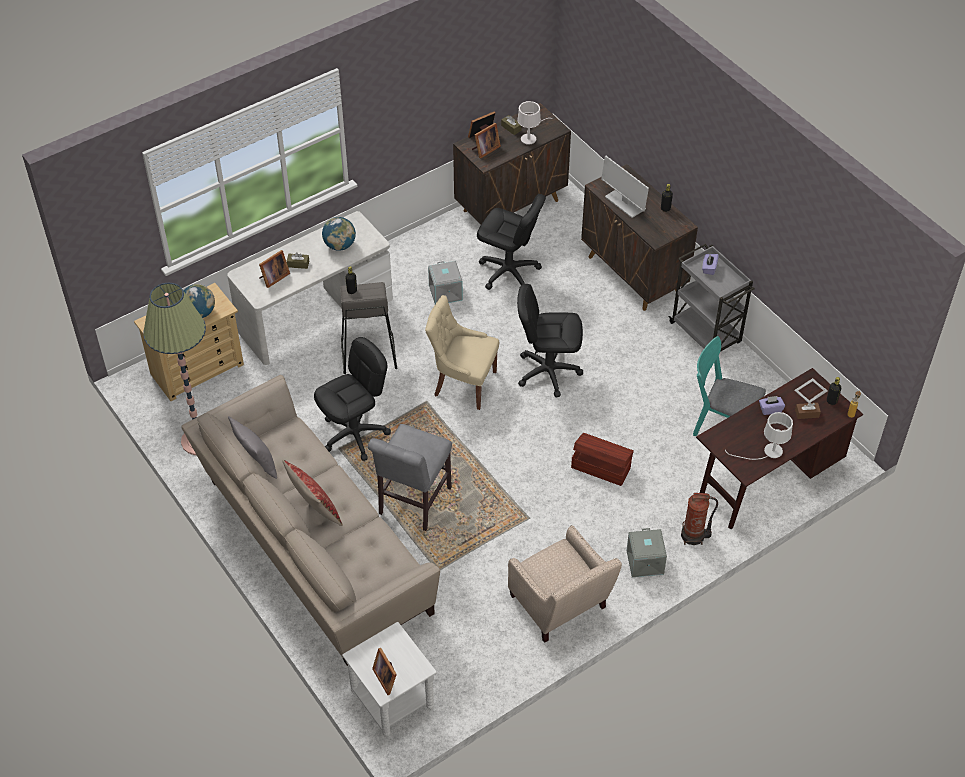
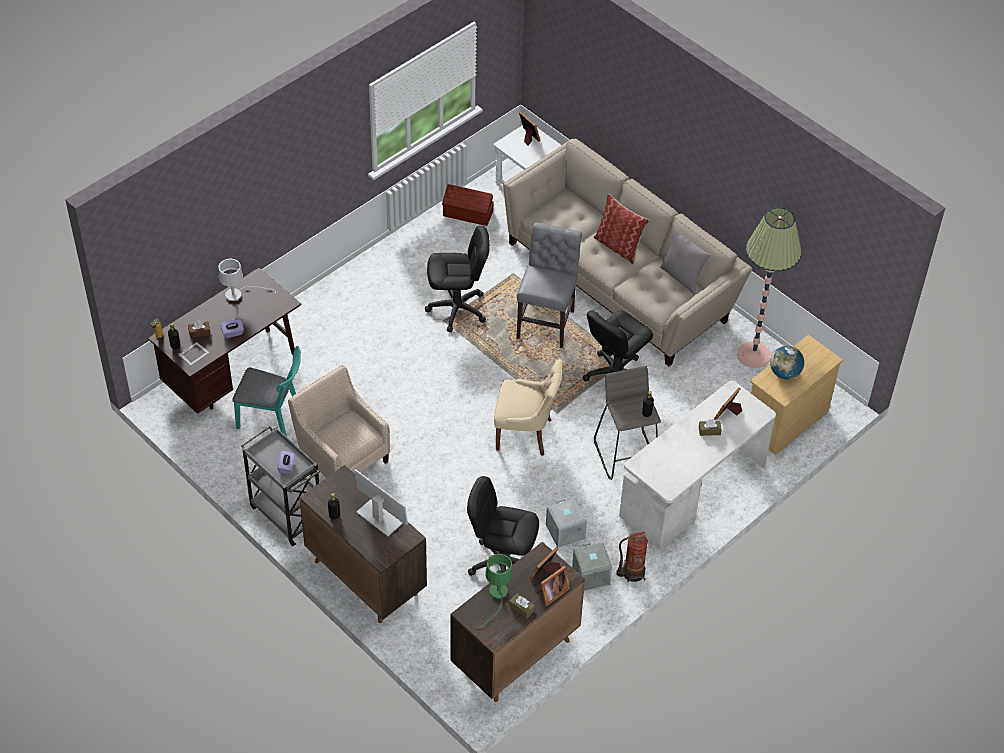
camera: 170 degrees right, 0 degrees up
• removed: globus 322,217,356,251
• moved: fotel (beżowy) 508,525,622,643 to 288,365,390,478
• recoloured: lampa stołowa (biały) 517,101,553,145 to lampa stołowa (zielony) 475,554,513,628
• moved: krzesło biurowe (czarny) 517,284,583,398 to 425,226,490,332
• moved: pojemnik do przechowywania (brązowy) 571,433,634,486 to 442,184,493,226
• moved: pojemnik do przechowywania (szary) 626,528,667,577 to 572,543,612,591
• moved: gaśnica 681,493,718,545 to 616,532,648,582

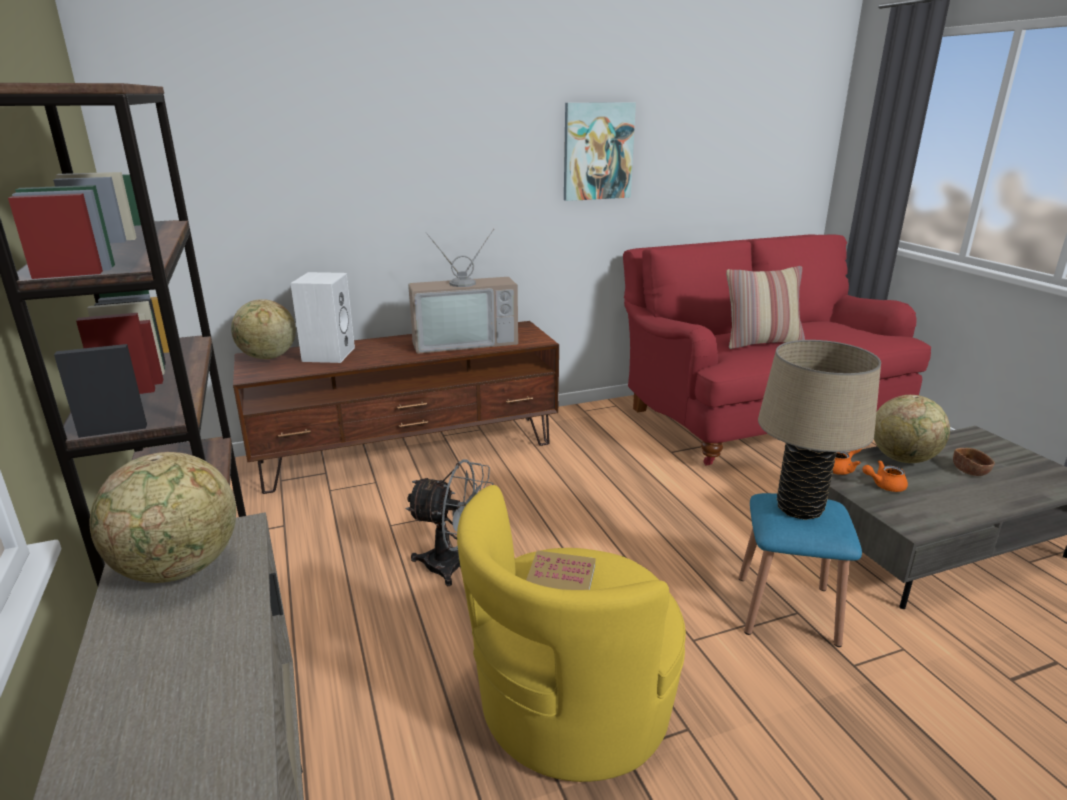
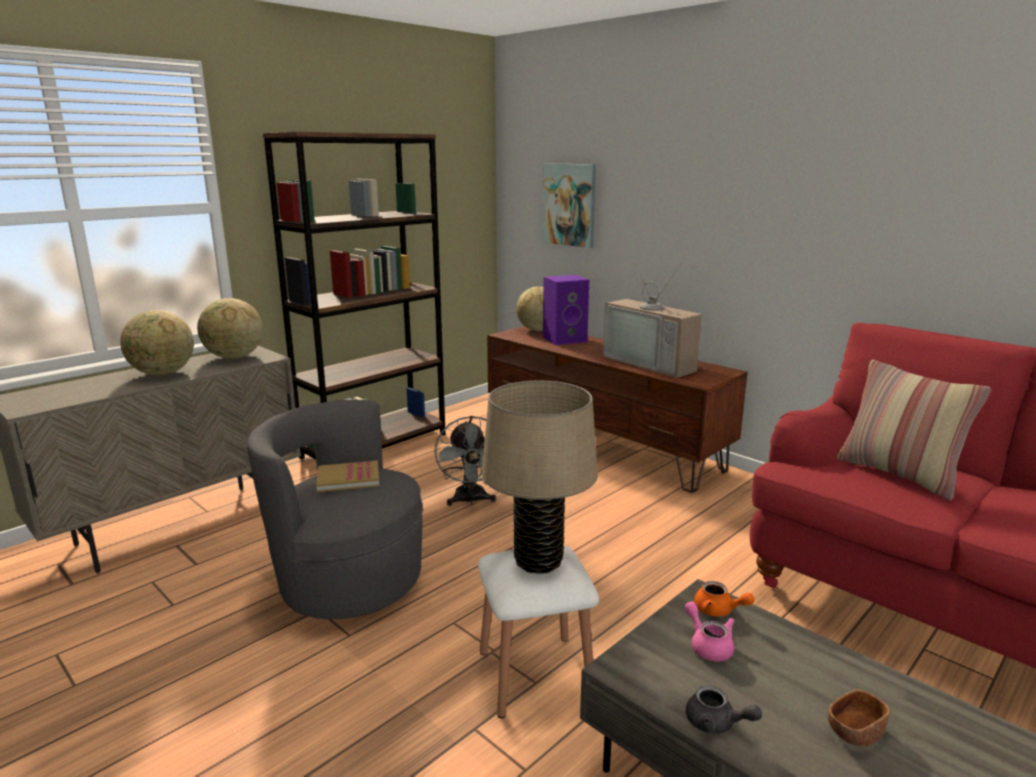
camera: 65 degrees right, 5 degrees down
• recoloured: głośnik (biały) 290,272,355,363 to głośnik (fioletowy) 543,275,589,345
• recoloured: fotel (żółty) 457,485,686,782 to fotel (szary) 247,400,423,619
• moved: obraz 564,102,636,201 to 542,163,596,248
• recoloured: stołek (niebieski) 739,493,862,647 to stołek (biały) 478,546,599,718
• recoloured: imbryk (pomarańczowy) 862,460,908,492 to imbryk (różowy) 685,601,735,661
• moved: globus 874,395,950,463 to 120,310,194,375
• added: imbryk (szary) 686,685,762,734

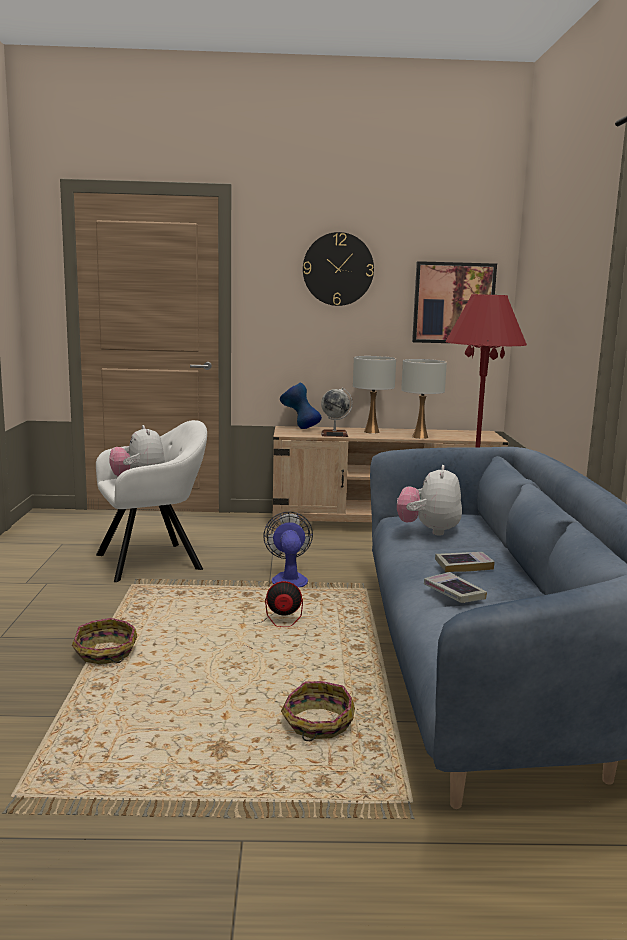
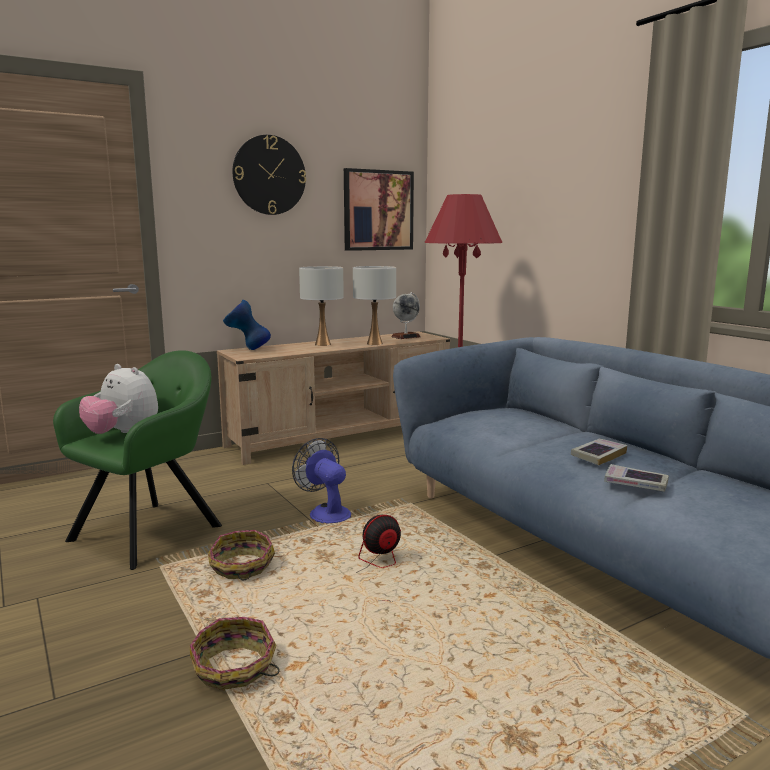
camera: 30 degrees left, 0 degrees up
• recoloured: fotel (biały) 96,420,207,582 to fotel (zielony) 53,350,222,570
• moved: koszyk 281,681,355,741 to 208,530,275,580
• moved: globus 321,388,353,437 to 391,292,421,339
• removed: pluszak 397,465,462,536

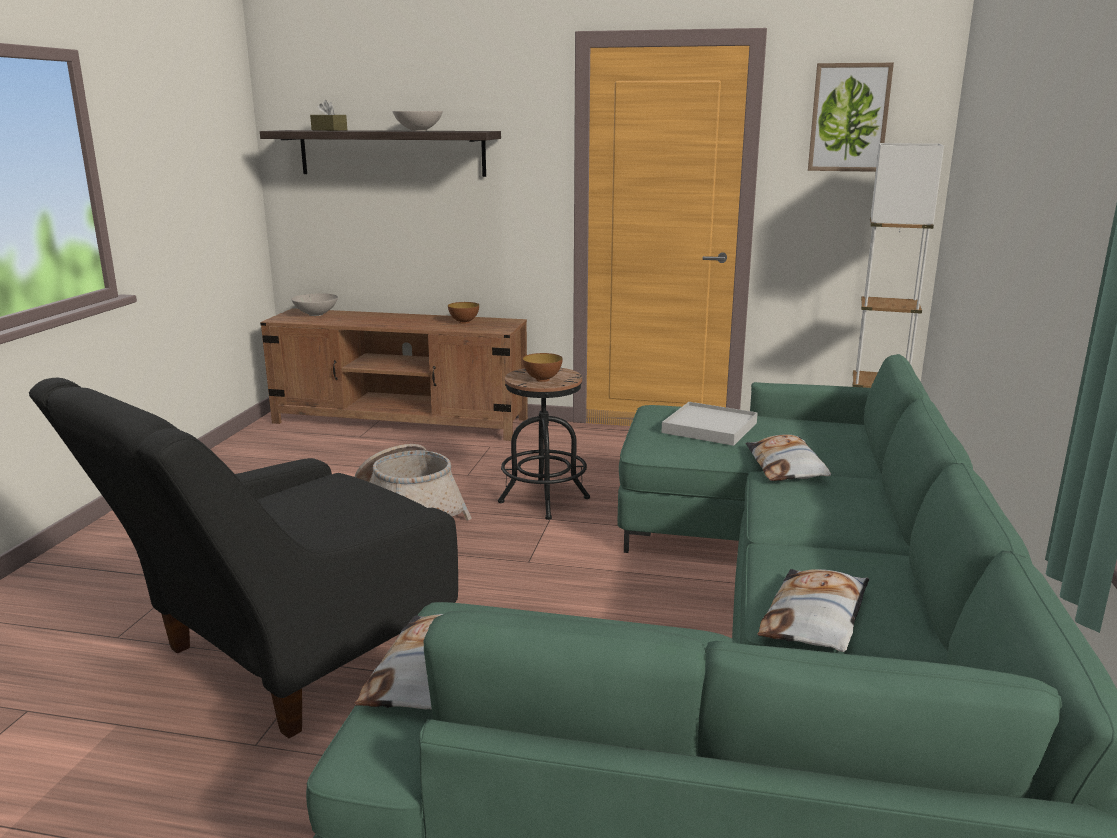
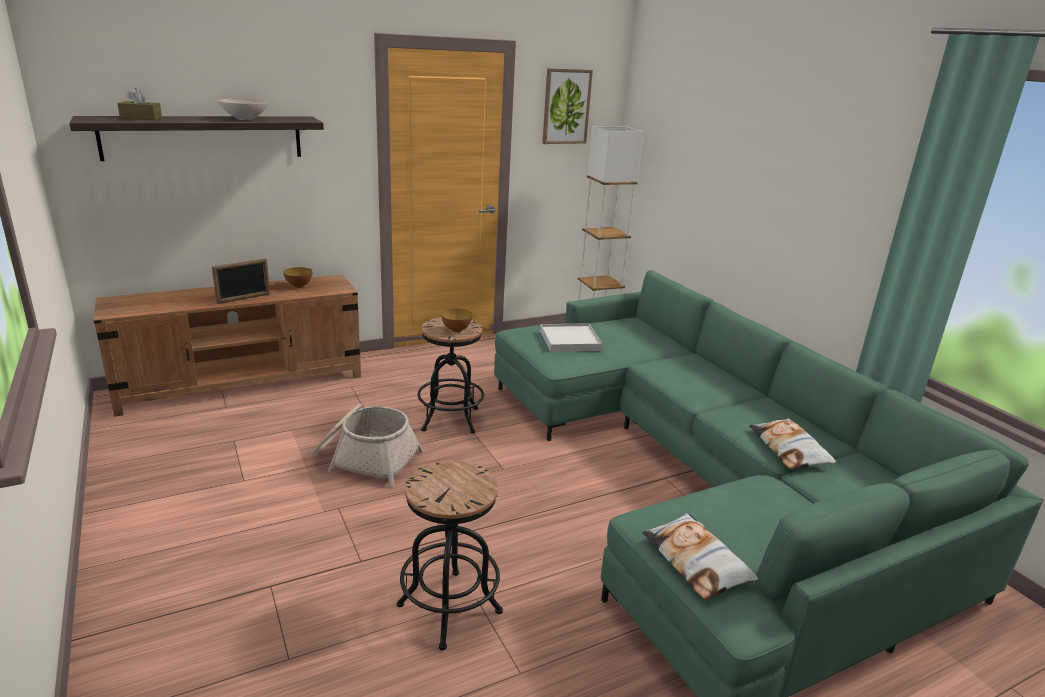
camera: 40 degrees left, 5 degrees up
• replaced: fotel (czarny) 29,378,458,738 to stołek (czarny) 397,460,503,650
• removed: miska (biały) 291,293,338,316
• removed: poduszka 746,434,831,481
• added: ramka na zdjęcie 212,258,270,304

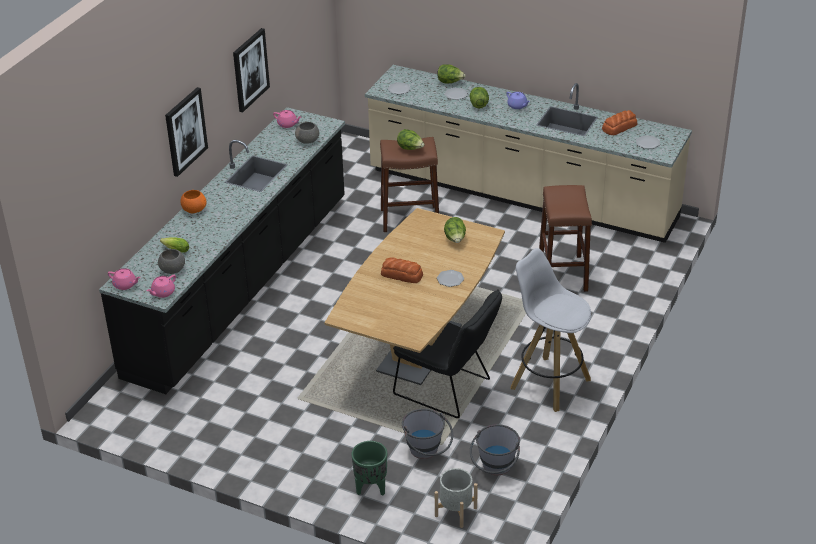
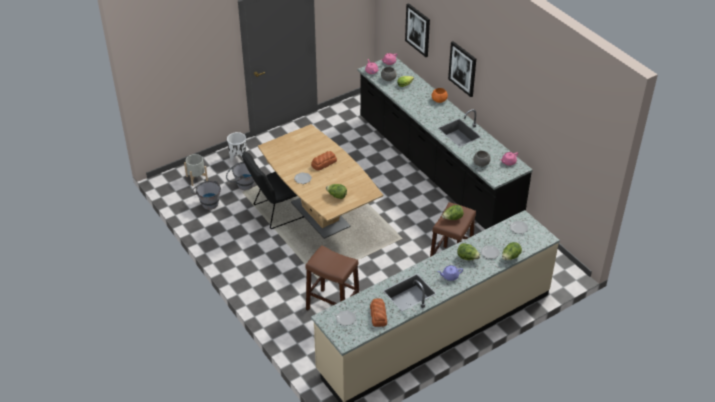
camera: 120 degrees right, 5 degrees up
• moved: obraz 233,28,270,112 to 405,3,430,57
• recoloured: donica (zielony) 351,441,387,495 to donica (biały) 227,132,247,162
• removed: stołek (biały) 511,248,591,412

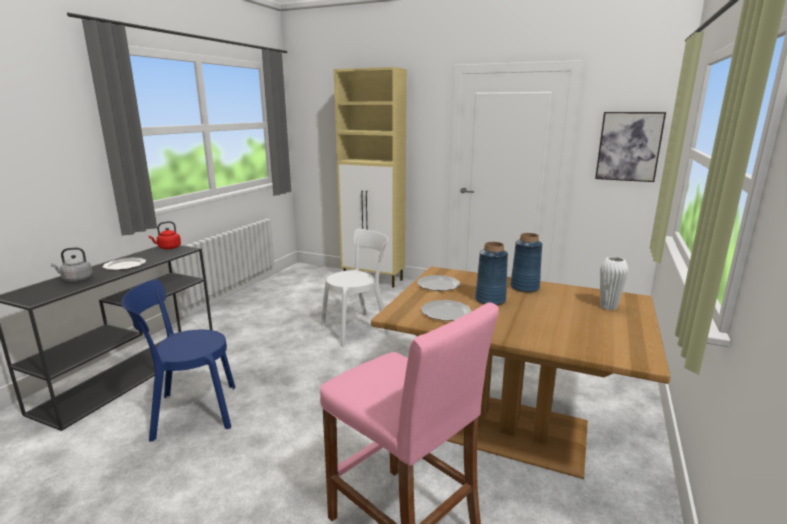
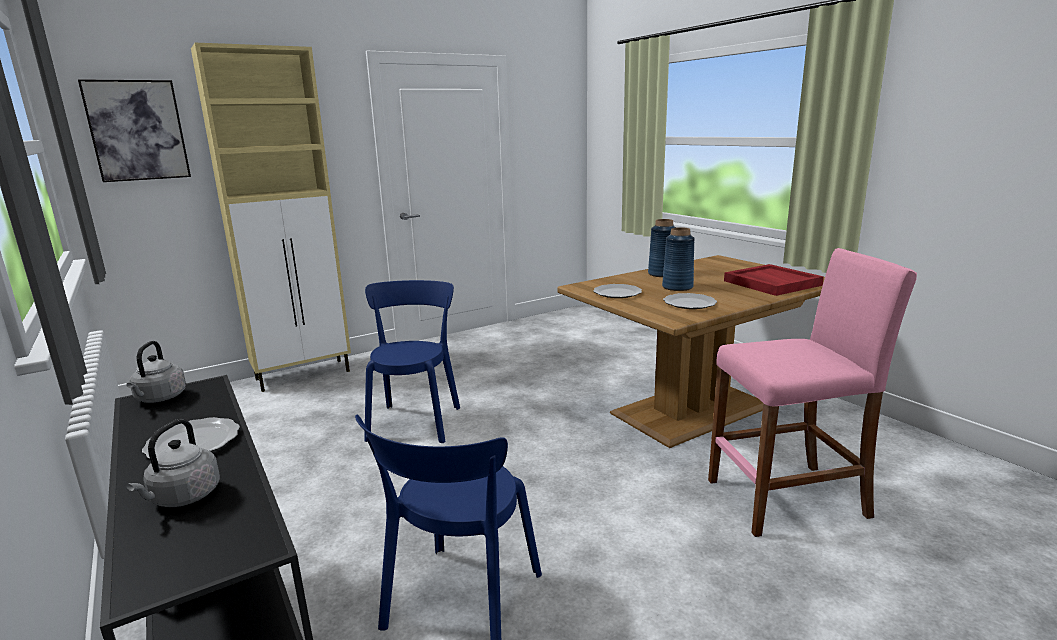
camera: 55 degrees left, 0 degrees up
• recoloured: czajnik (czerwony) 149,221,181,249 to czajnik (szary) 126,341,186,403
• recoloured: krzesło (biały) 321,229,390,346 to krzesło (niebieski) 364,280,460,443
• moved: obraz 595,112,666,182 to 78,79,191,182
• removed: wazon (biały) 600,257,629,310
• added: taca (czerwony) 724,264,824,296

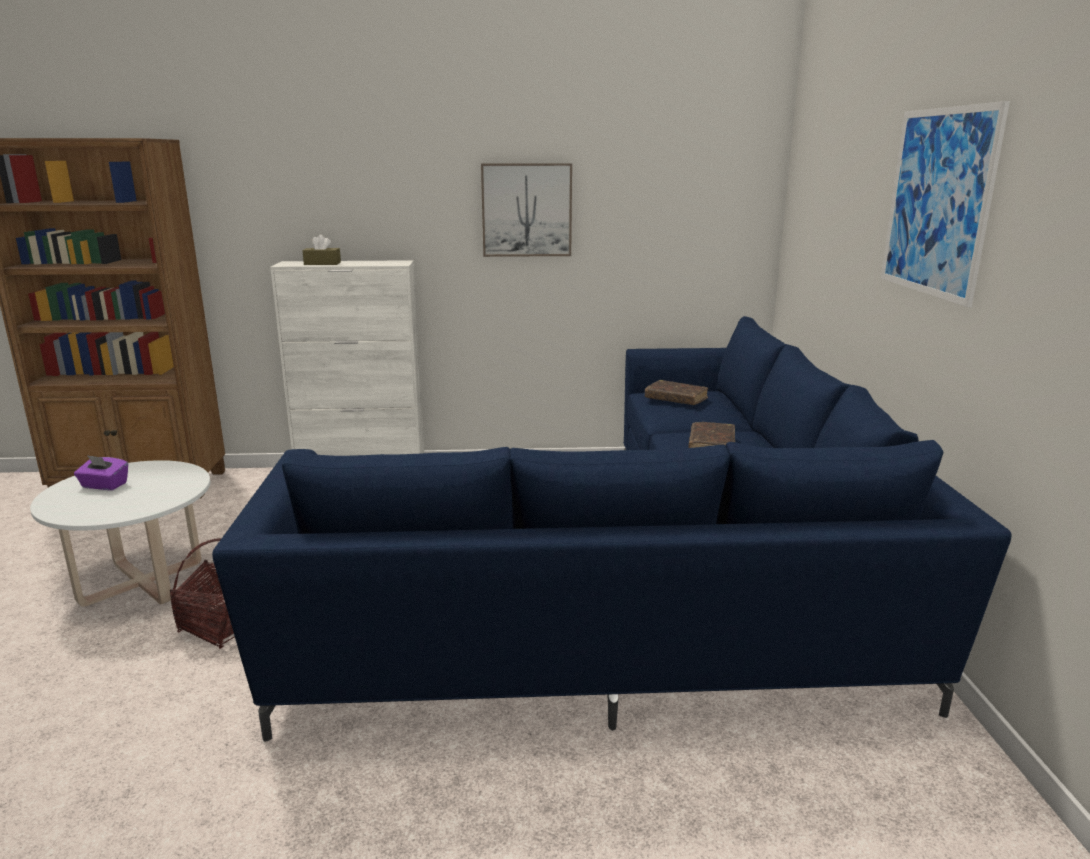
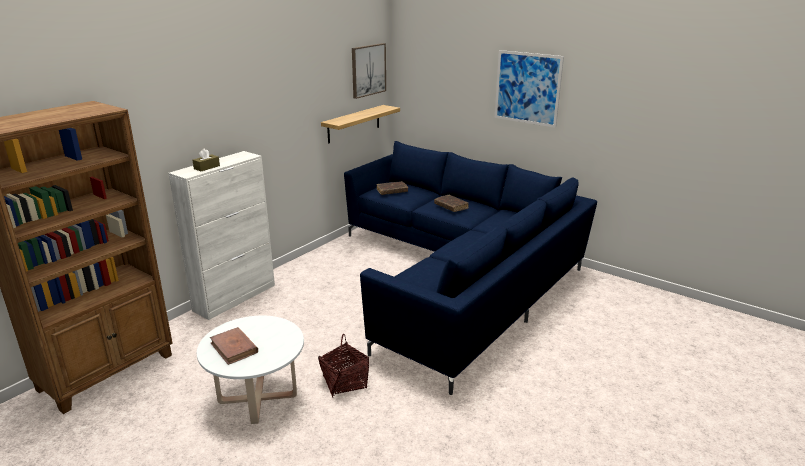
camera: 50 degrees left, 5 degrees up
• replaced: pudełko chusteczek (fioletowy) 74,455,128,490 to książka (brązowy) 210,327,258,365
• moved: obraz 481,163,572,257 to 352,43,386,99
• added: półka 321,105,400,144

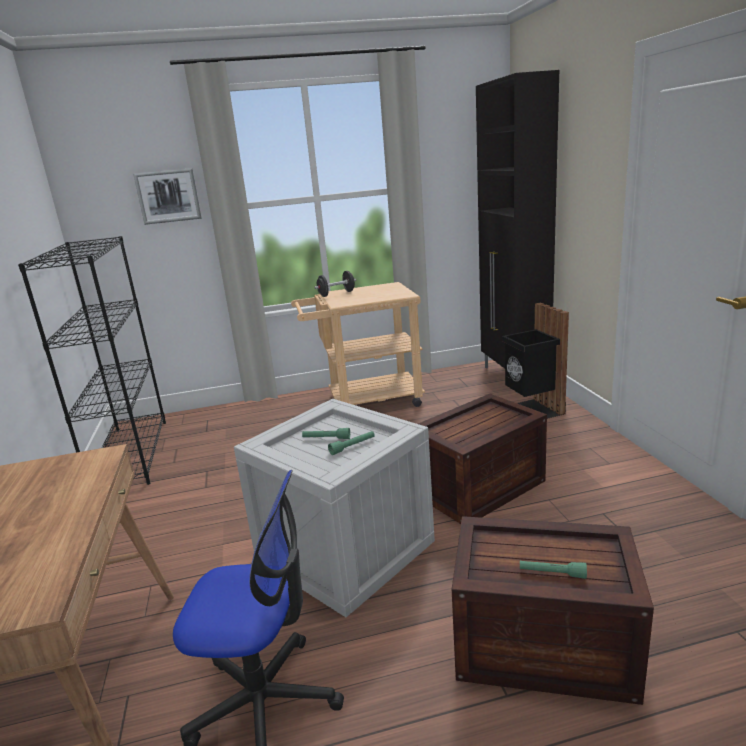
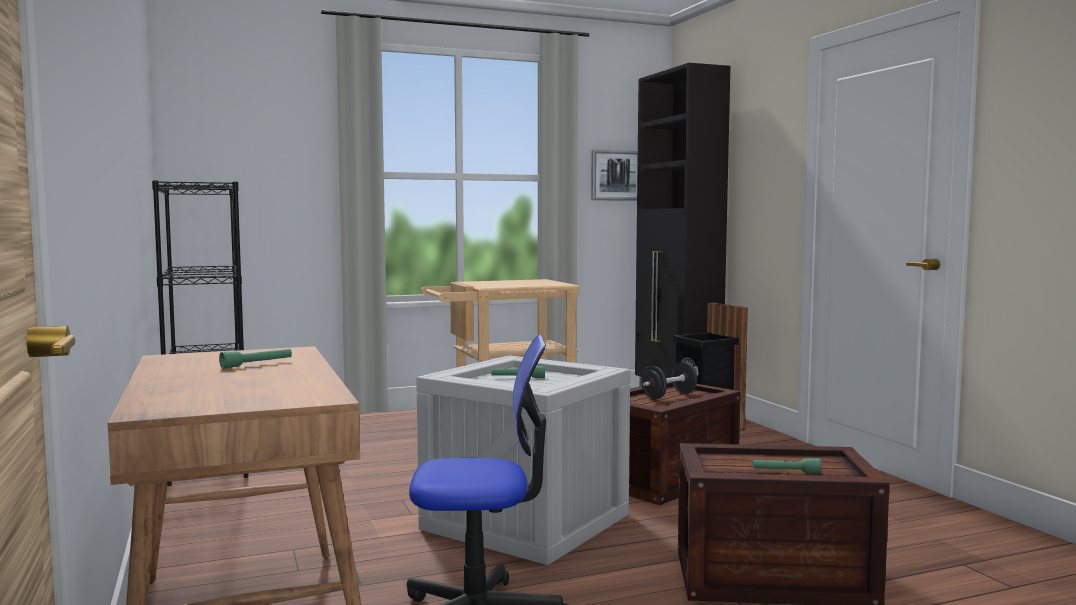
camera: 10 degrees left, 15 degrees down
• moved: obraz 133,168,202,225 to 591,150,638,201
• moved: hantel (czarny) 314,271,356,297 to 641,362,697,399
• moved: latarka (zielony) 328,431,375,455 to 219,349,292,369

